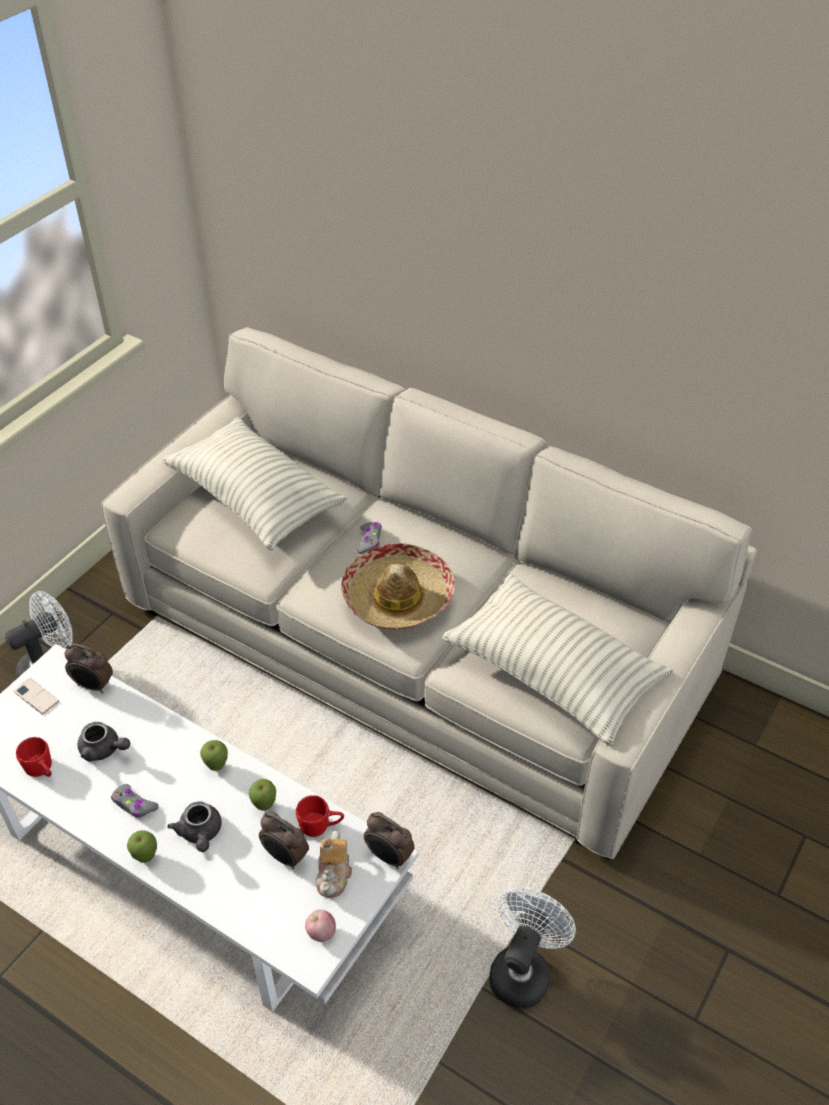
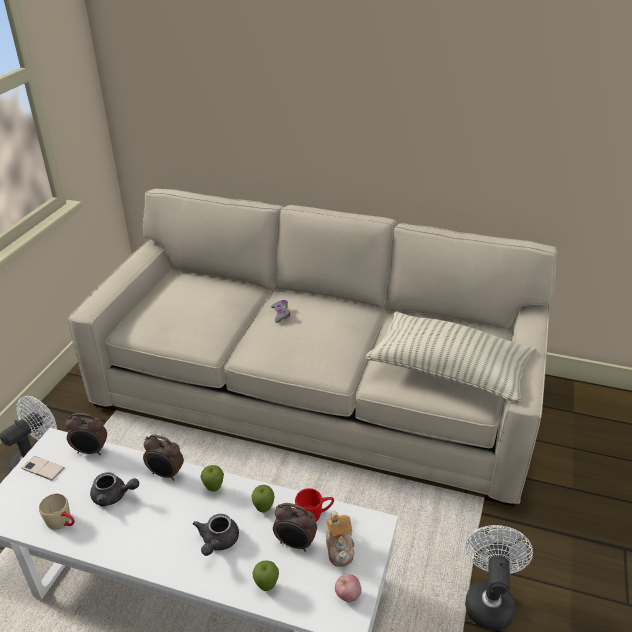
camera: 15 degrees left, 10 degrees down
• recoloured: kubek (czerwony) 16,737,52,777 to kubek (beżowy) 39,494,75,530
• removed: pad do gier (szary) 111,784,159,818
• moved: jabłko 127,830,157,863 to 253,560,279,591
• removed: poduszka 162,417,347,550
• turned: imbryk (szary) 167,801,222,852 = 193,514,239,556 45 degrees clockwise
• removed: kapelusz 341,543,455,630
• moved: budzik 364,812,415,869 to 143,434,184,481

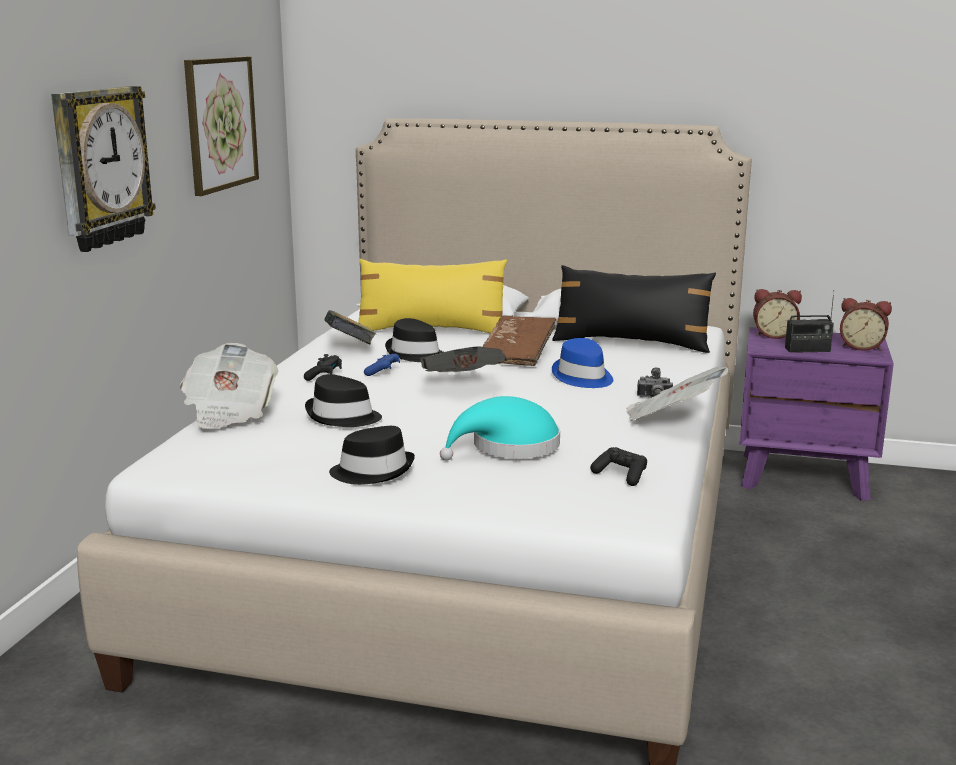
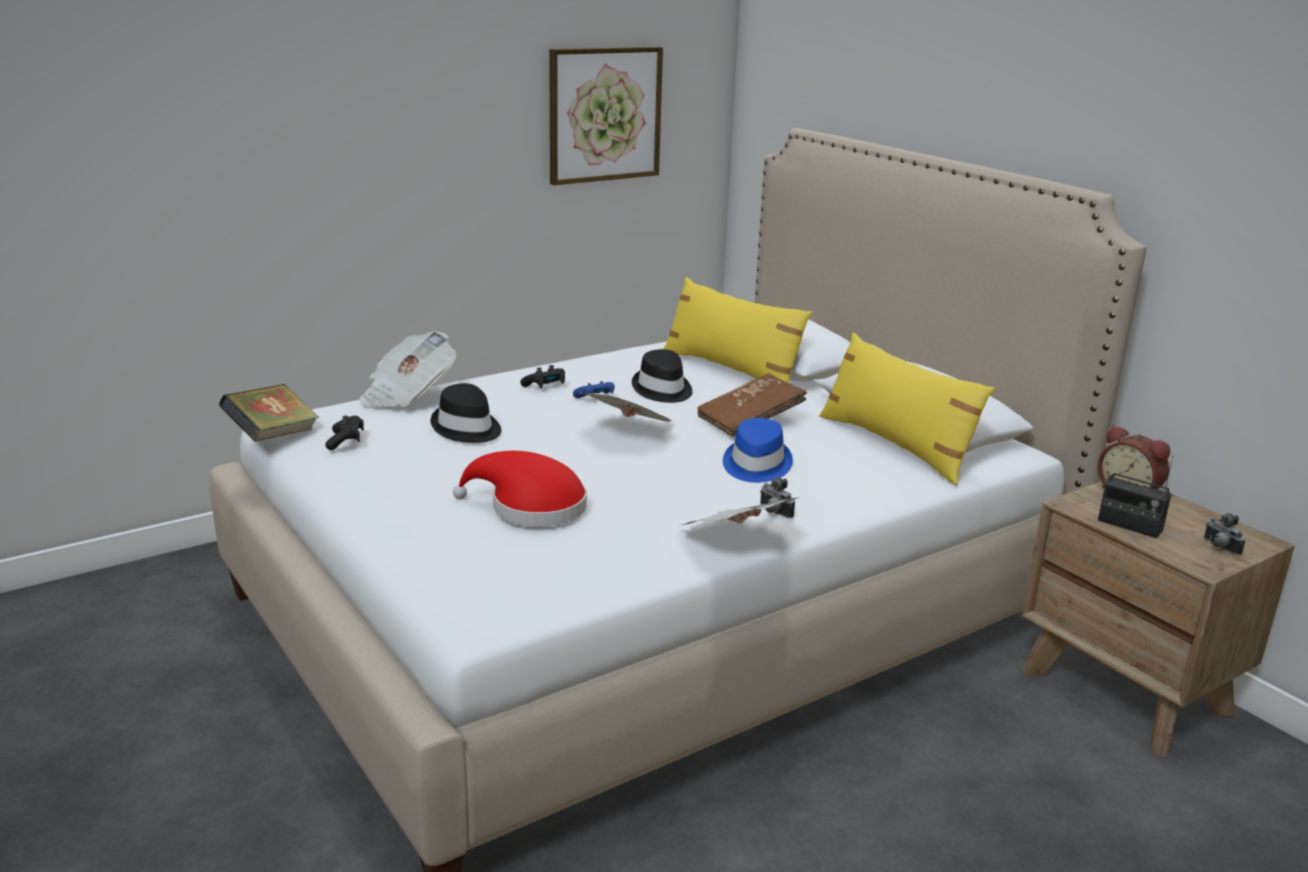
camera: 40 degrees right, 5 degrees up
• removed: zegar ścienny 51,86,156,252
• moved: książka 324,310,376,345 to 219,384,319,441
• removed: kapelusz (czarny) 329,426,415,485
• recoloured: kapelusz (turkusowy) 440,396,560,461 to kapelusz (czerwony) 453,451,587,527
• recoloured: poduszka (czarny) 552,265,716,353 to poduszka (żółty) 819,332,995,485
• moved: pad do gier (czarny) 590,447,647,486 to 325,415,364,450
• recoloured: szafka nocna (fioletowy) 740,327,894,501 to szafka nocna (brązowy) 1022,482,1295,757
• replaced: budzik 840,298,892,351 to aparat fotograficzny 1204,513,1246,555

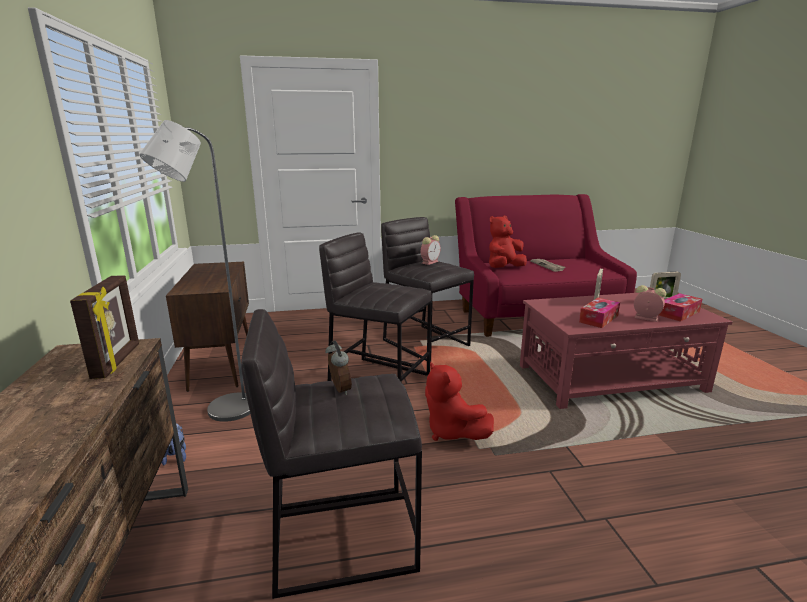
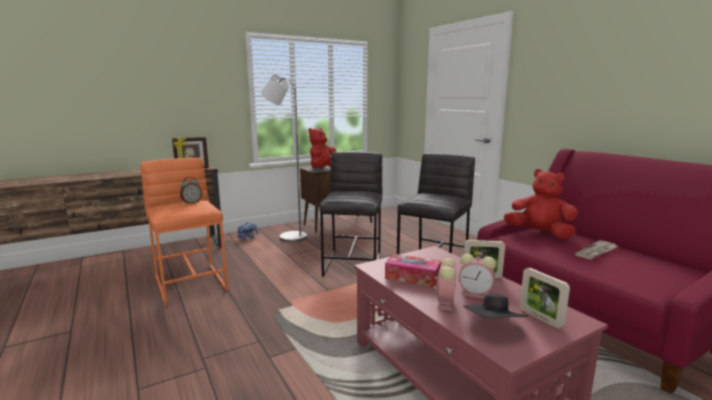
camera: 70 degrees right, 5 degrees down
• recoloured: stołek (szary) 241,309,422,599 to stołek (pomarańczowy) 140,158,228,306
• moved: budzik 421,235,441,265 to 459,254,496,299
• moved: pluszak (czerwony) 425,361,494,441 to 308,128,336,168
• replaced: pudełko chusteczek 659,293,702,322 to kapelusz (czarny) 463,293,527,318

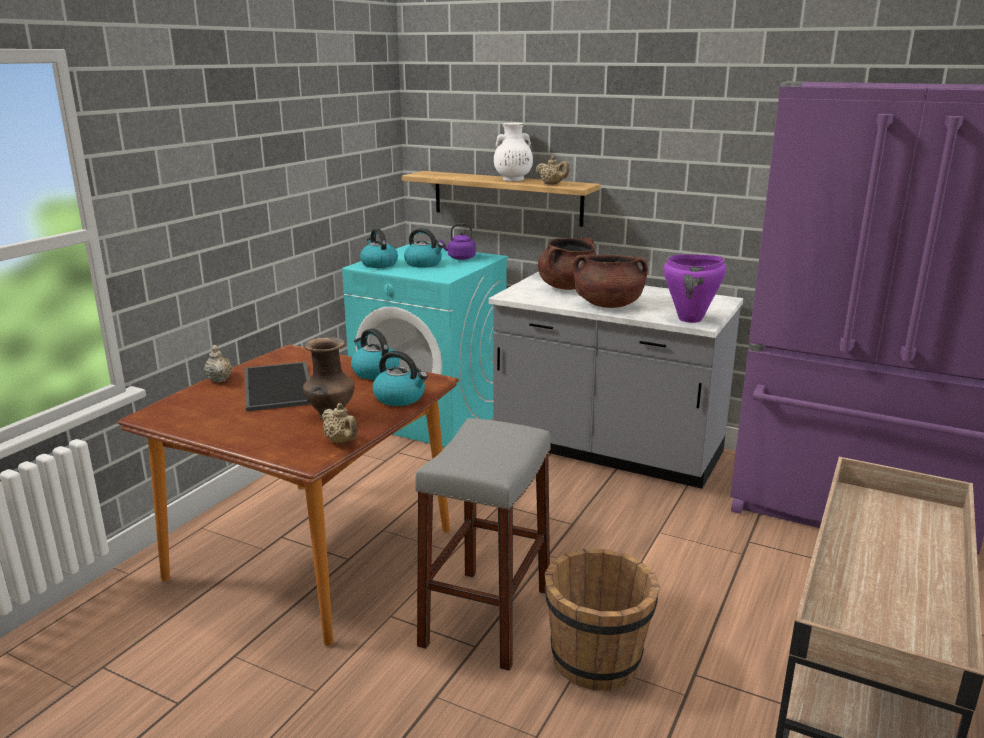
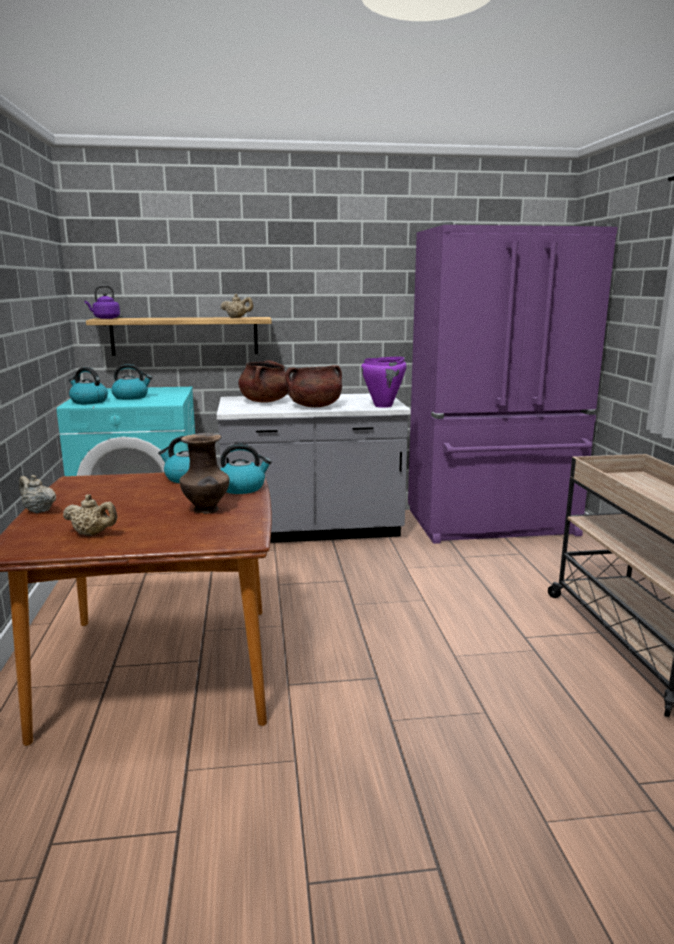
camera: 35 degrees left, 5 degrees down
• removed: taca 245,362,310,412
• moved: imbryk (beżowy) 322,403,358,444 to 63,494,117,536
• removed: stołek (szary) 415,418,551,671
• moved: czajnik (fioletowy) 439,223,476,260 to 84,285,120,319
• removed: wazon (biały) 494,123,533,181
• removed: wiadro (brązowy) 545,549,660,691

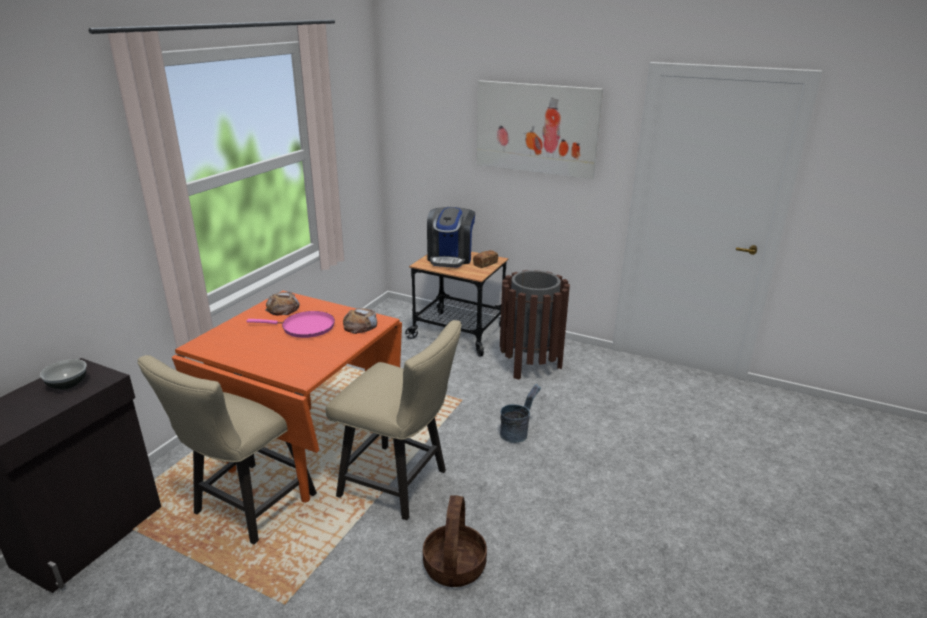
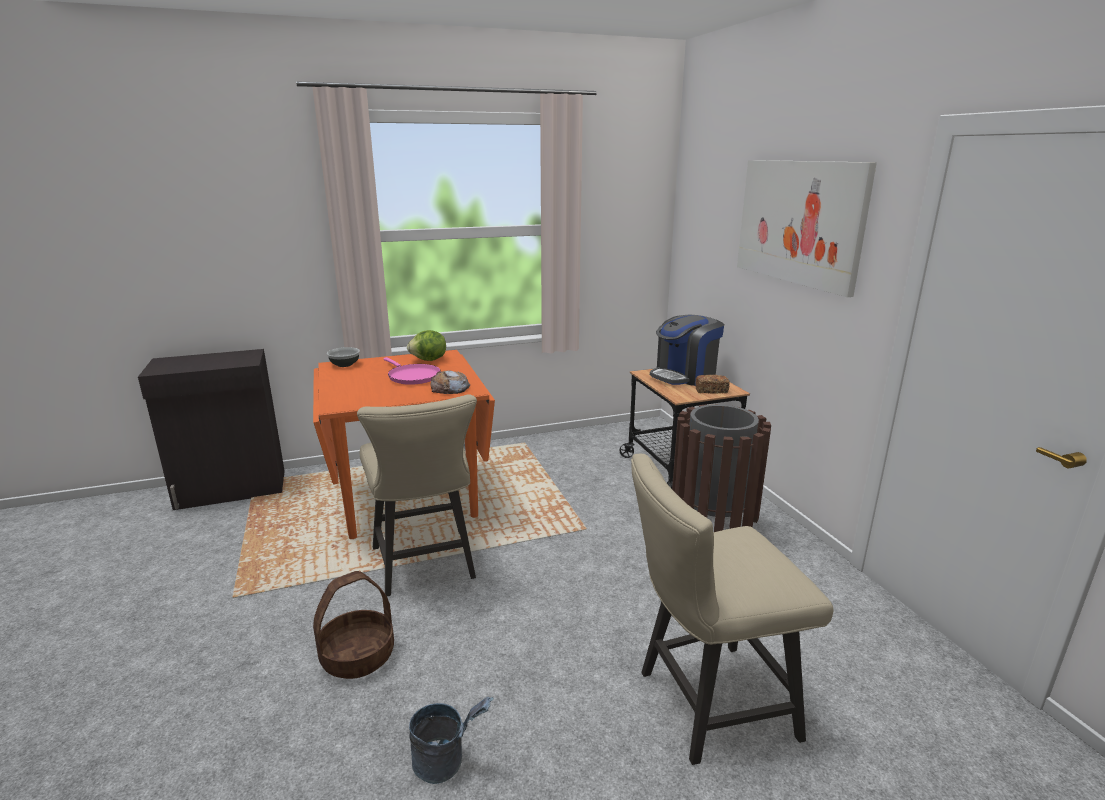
camera: 45 degrees right, 5 degrees down
• moved: miska 40,359,86,389 to 327,347,360,367
• moved: krzesło (beżowy) 137,355,317,545 to 631,454,833,765
• replaced: chleb 265,292,300,316 to sałata 407,330,446,361
• moved: wiadro (szary) 500,384,541,443 to 409,697,494,784

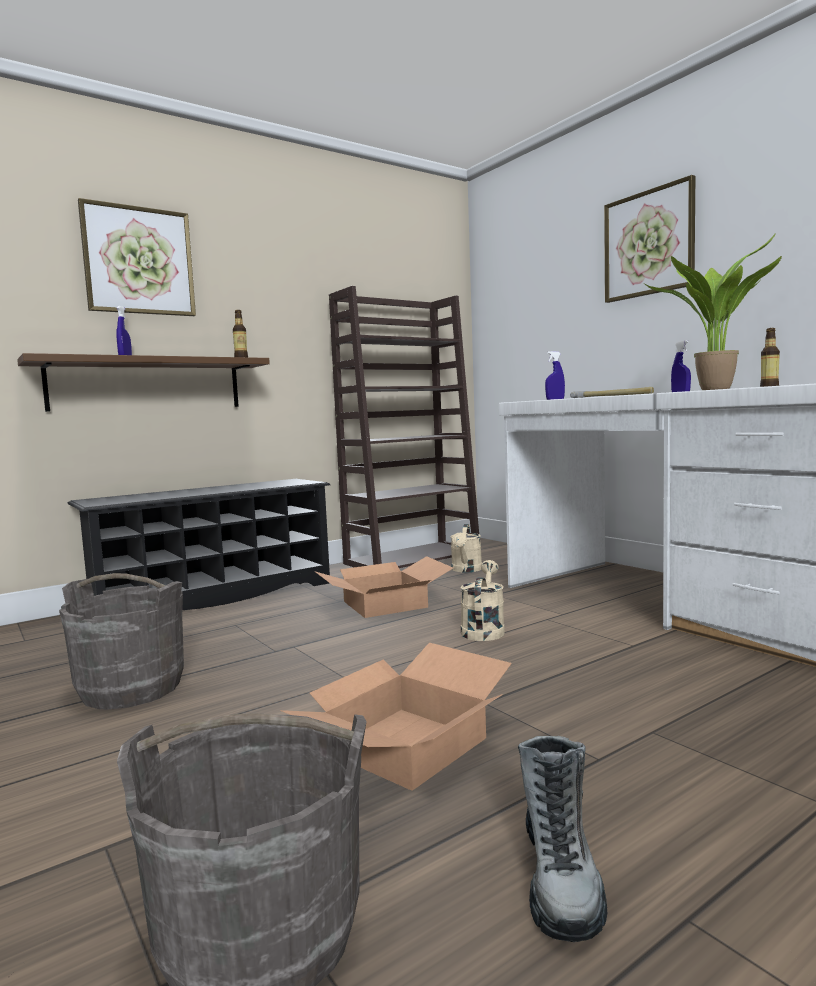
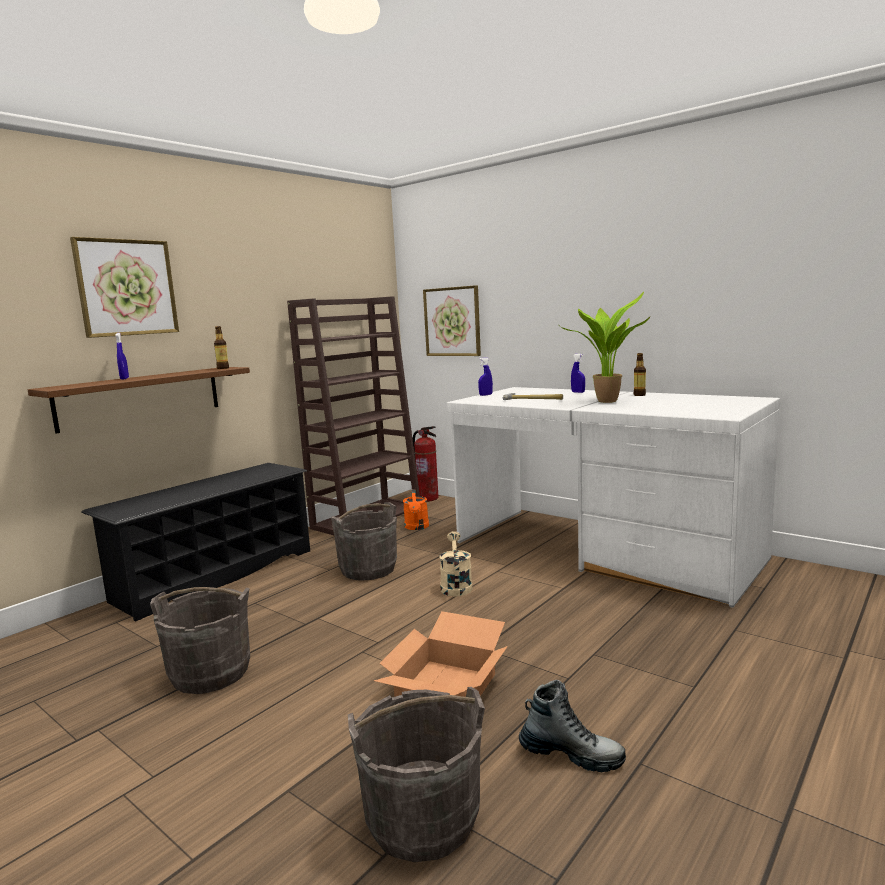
camera: 15 degrees left, 5 degrees up
• replaced: karton 314,556,453,618 to wiadro (szary) 331,502,397,581
• recoloured: konewka (beżowy) 451,524,482,573 to konewka (pomarańczowy) 403,489,429,530
• turned: but z cholewką 518,736,607,942 = 519,680,626,772 60 degrees counterclockwise
• moved: obraz 604,175,695,303 to 423,285,481,356
• added: gaśnica 413,426,438,502

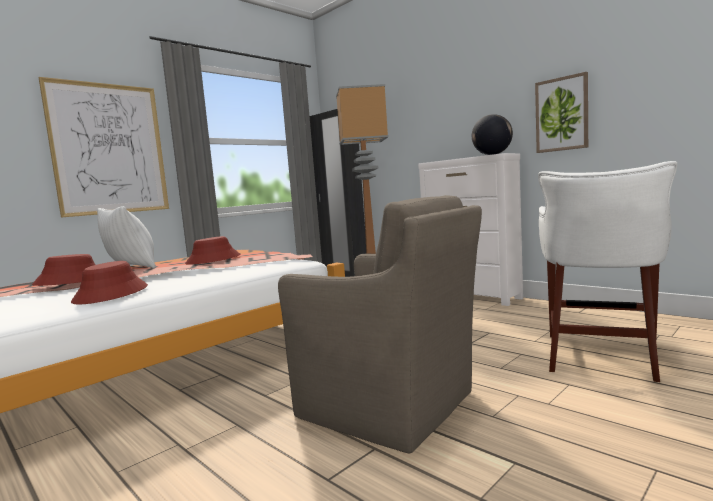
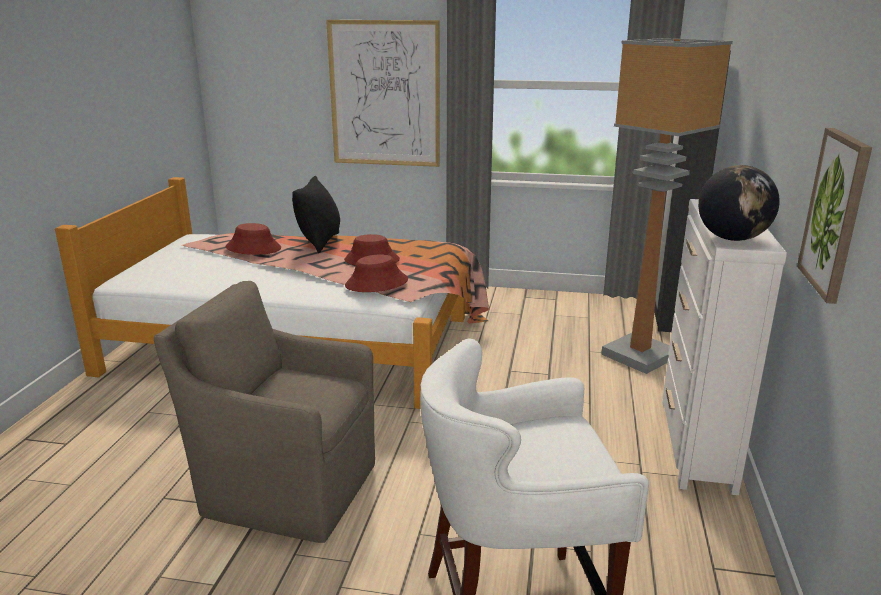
camera: 55 degrees right, 15 degrees up
• moved: kapelusz (czerwony) 71,261,148,304 to 345,254,408,292
• recoloured: poduszka (biały) 97,206,156,268 to poduszka (czarny) 292,176,340,253
• turned: fotel (brązowy) 278,195,482,453 = 154,281,375,543 105 degrees clockwise

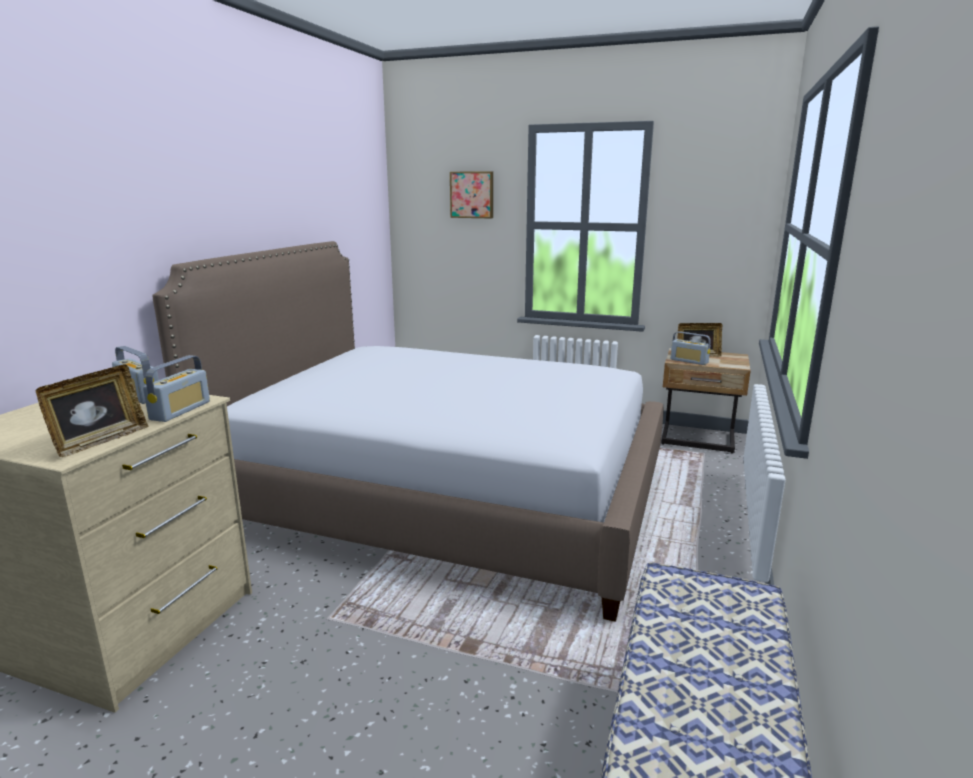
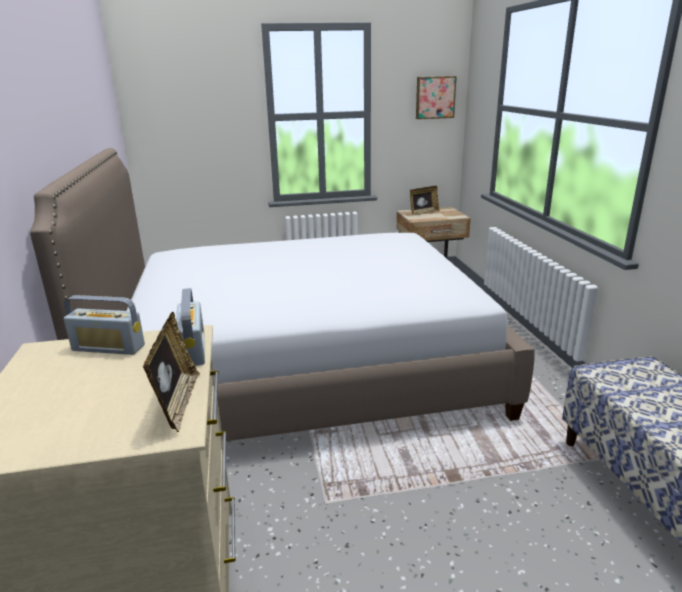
camera: 30 degrees left, 5 degrees up
• moved: obraz 450,171,493,218 to 416,76,457,119
• removed: radio 671,331,711,365

